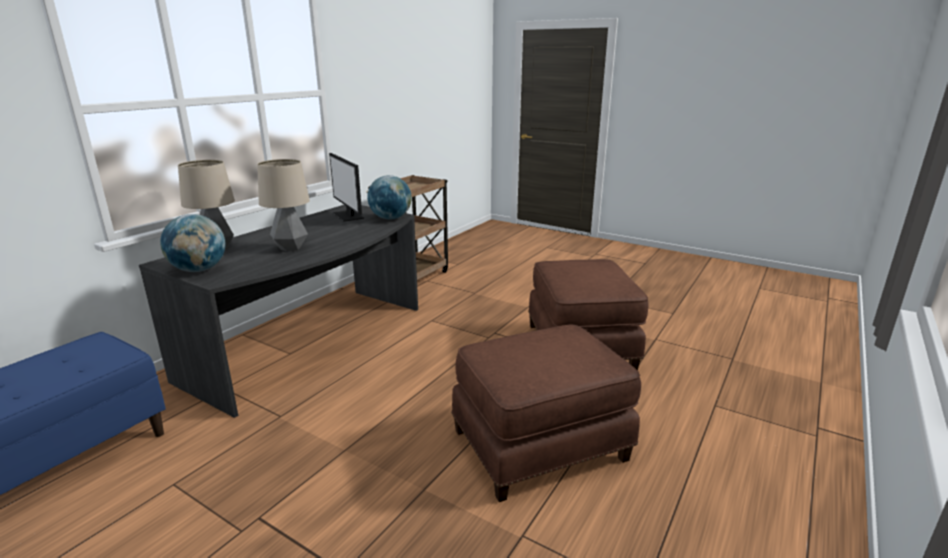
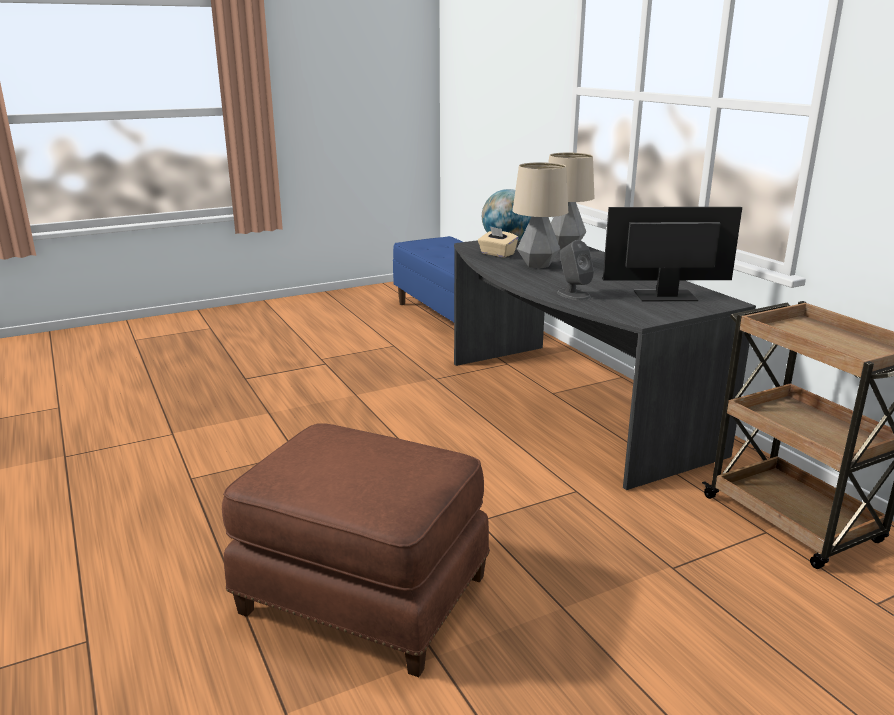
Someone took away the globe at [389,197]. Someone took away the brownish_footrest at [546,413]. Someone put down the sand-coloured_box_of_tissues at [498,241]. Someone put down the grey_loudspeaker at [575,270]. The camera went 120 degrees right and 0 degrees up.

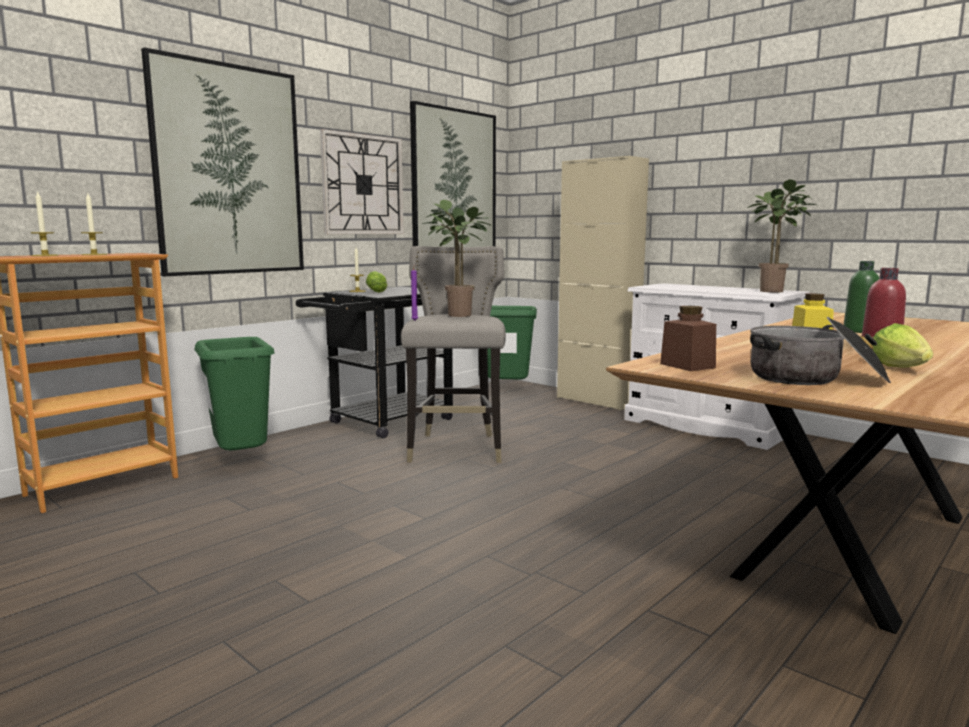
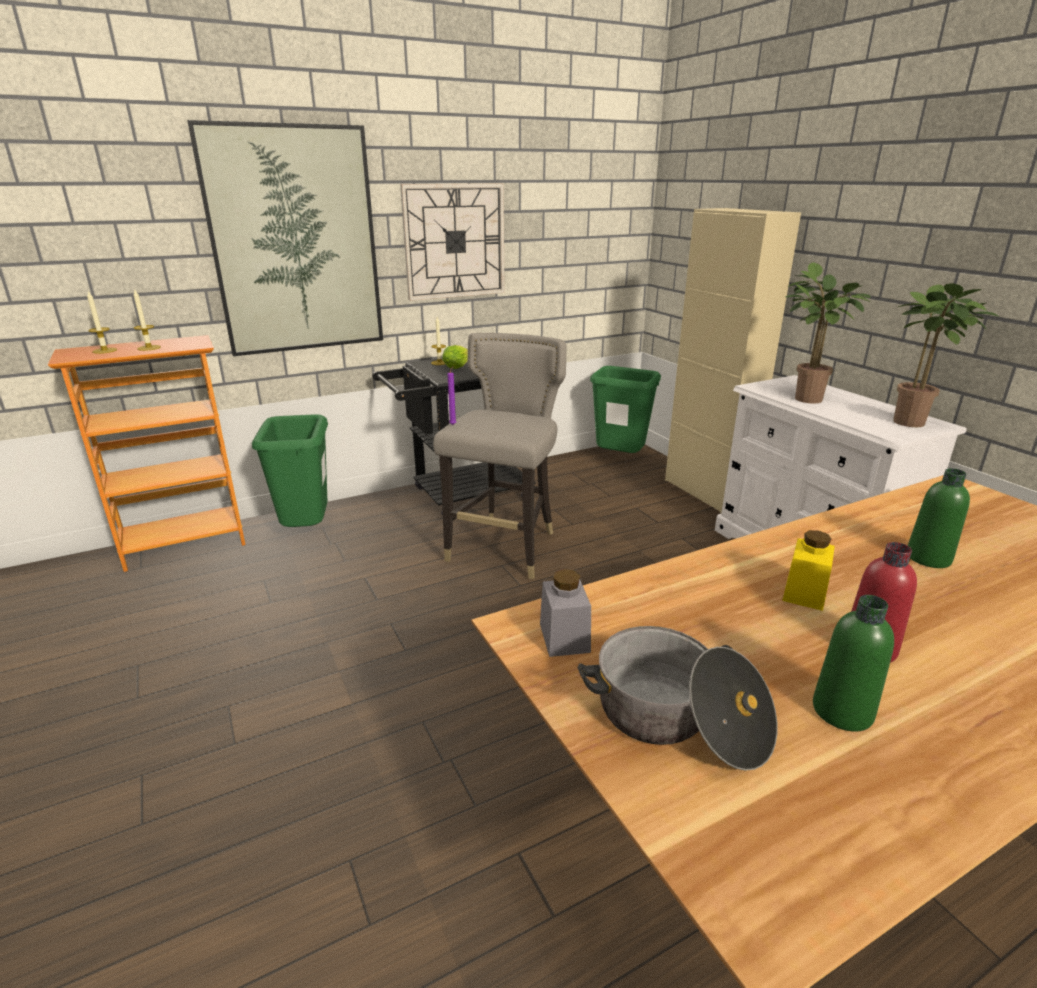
Someone took away the wall_art at [453,174]. Someone carried the houseplant from [457,258] to [828,333]. Someone repainted the brownish_storage_jar at [688,338], which became the grey_storage_jar at [565,613]. Someone swapped the lettuce_head at [903,345] for the green_bottle at [853,663]. The camera went 20 degrees right and 15 degrees up.

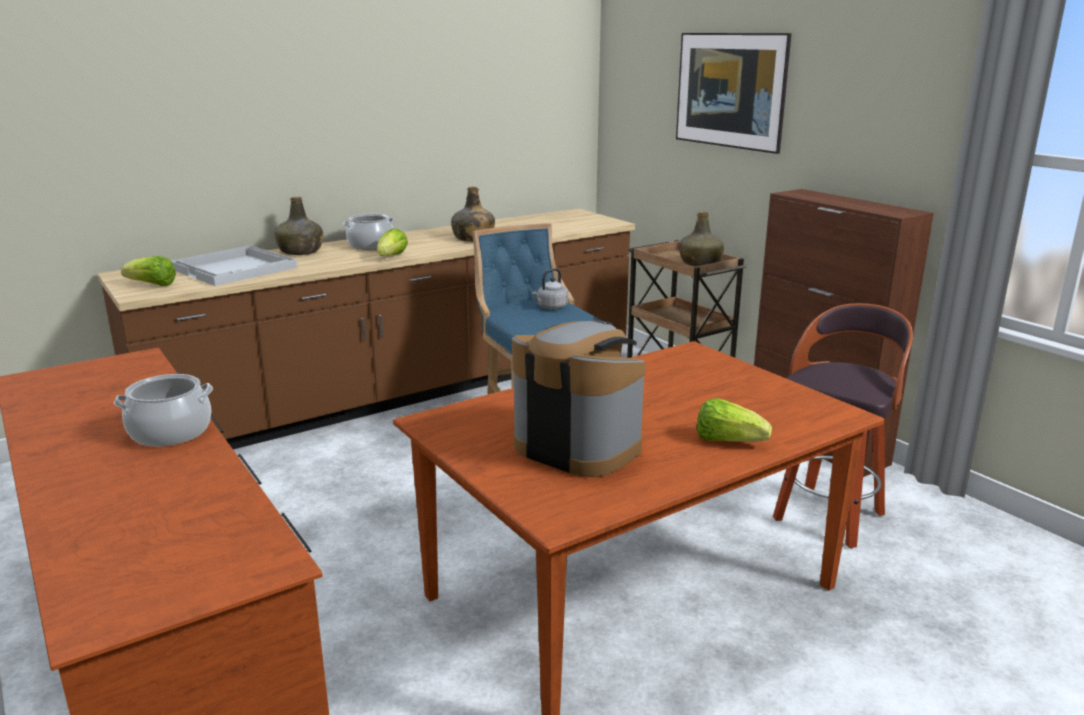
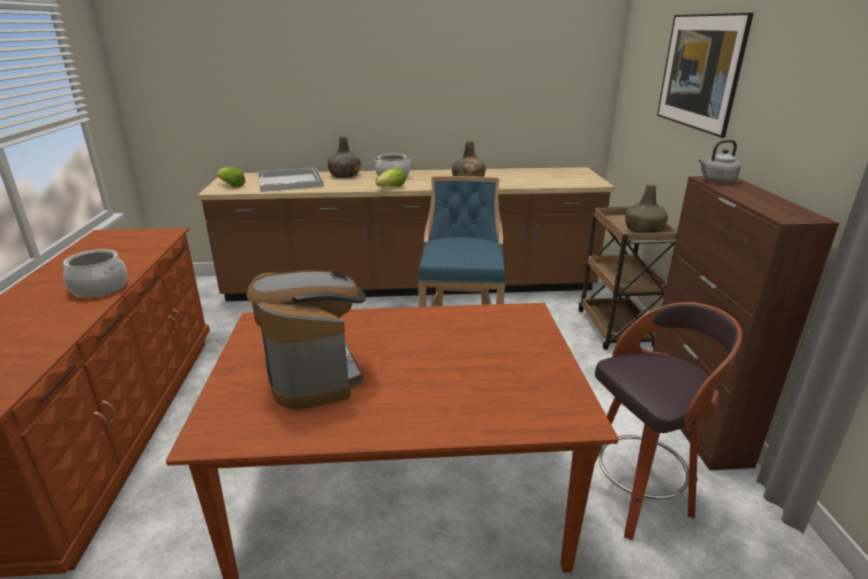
Someone carried the grey_water_kettle from [550,288] to [719,161]. Someone took away the lettuce_head at [734,420]. The camera went 30 degrees right and 5 degrees up.

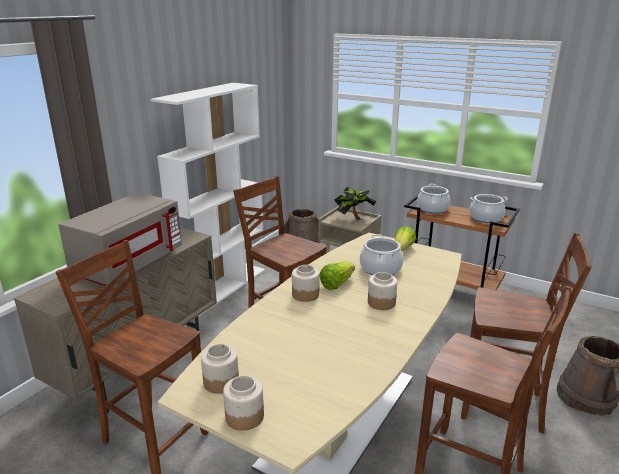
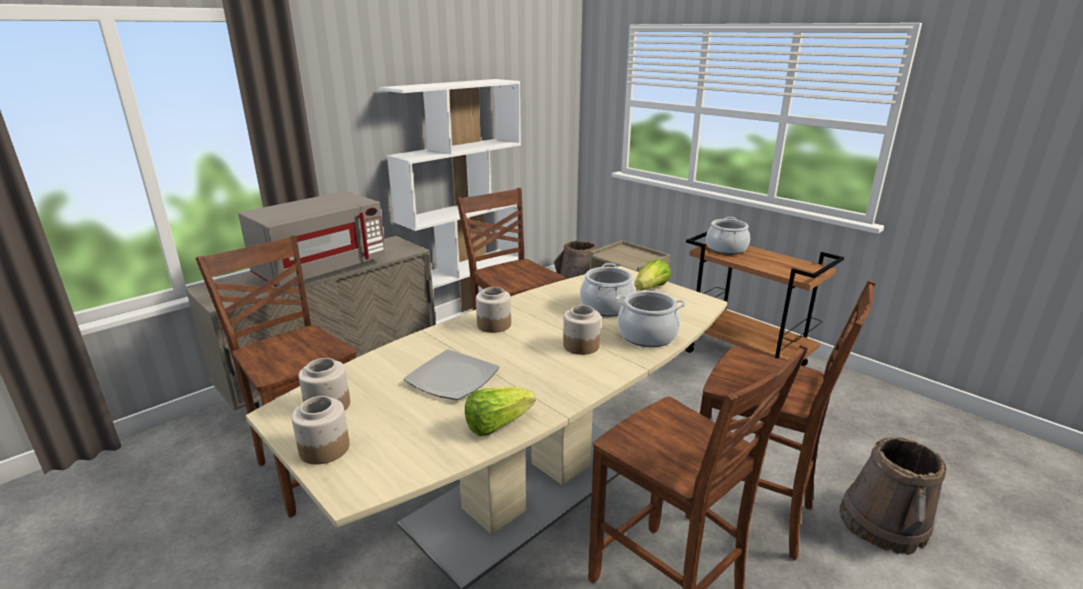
Someone carried the lettuce_head from [337,275] to [500,411]. Someone took away the houseplant at [355,203]. Someone carried the stockpot from [489,208] to [651,319]. Someone put down the flat_dish at [451,374]. The camera went 15 degrees right and 0 degrees up.

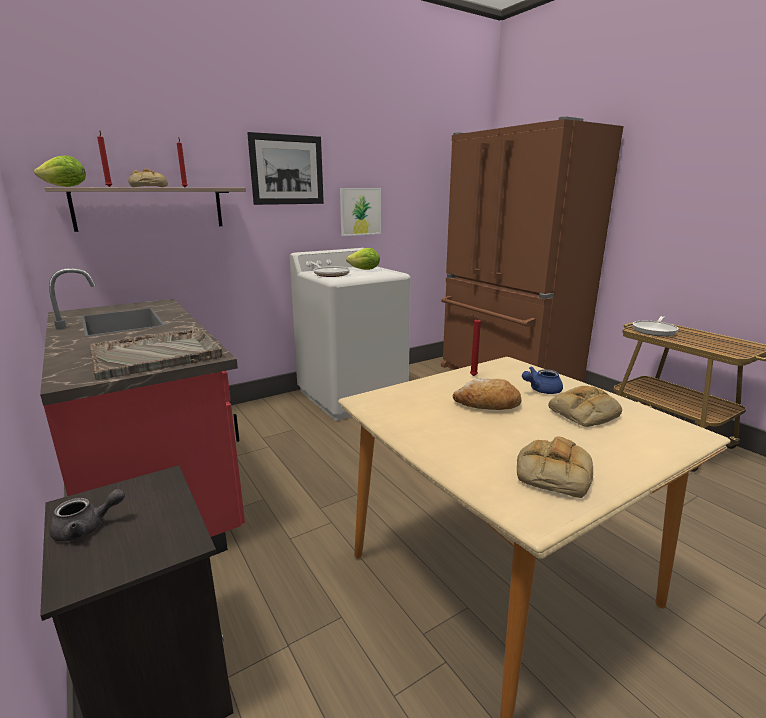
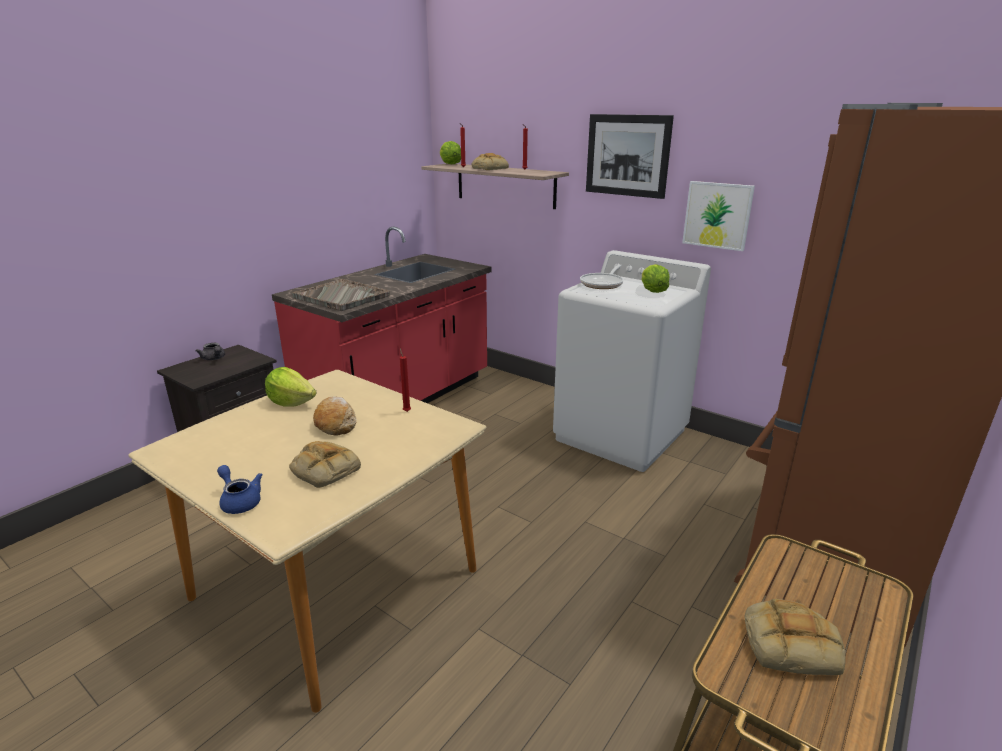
Someone carried the bakery_bread from [555,467] to [795,637]. Someone carried the blue-coloured_pot_for_tea from [542,380] to [240,489]. Someone took away the frying_pan at [655,326]. Someone put down the lettuce_head at [291,387]. The camera went 70 degrees right and 5 degrees up.

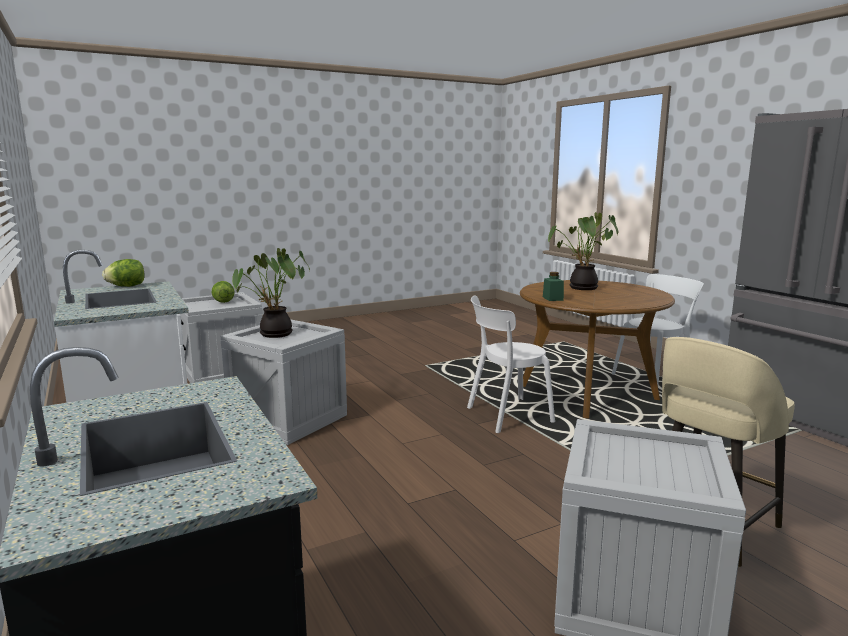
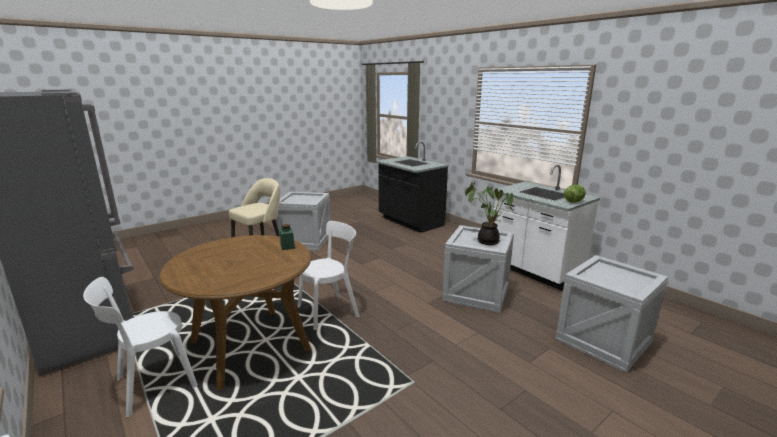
Someone took away the lettuce_head at [223,292]. Someone took away the houseplant at [583,251]. The camera went 170 degrees right and 5 degrees up.

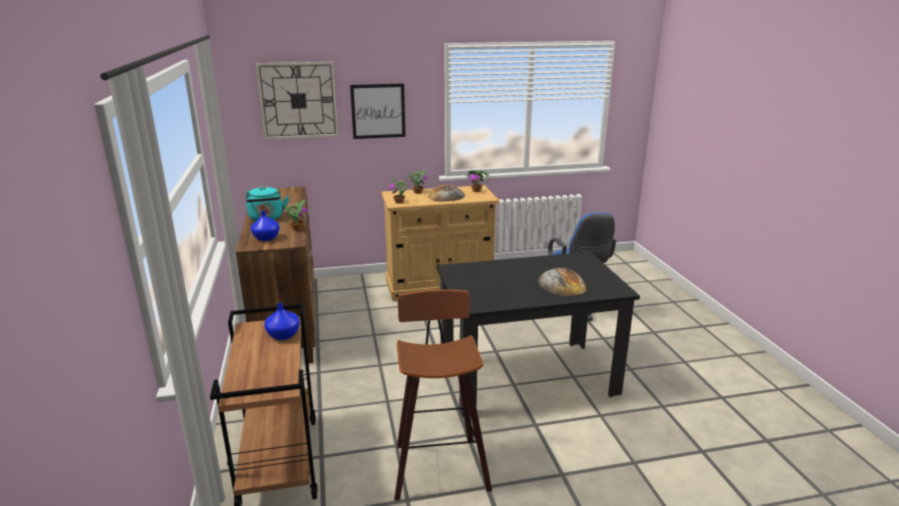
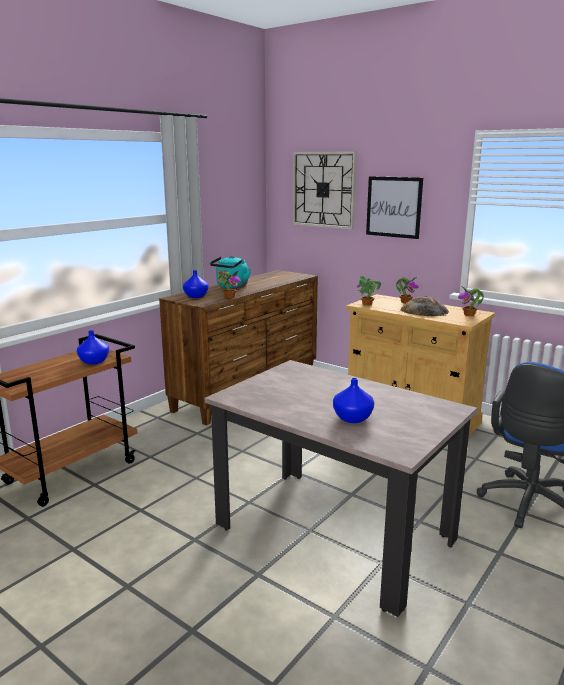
Someone took away the sitting_stool at [443,395]. Someone repainted the blackish_dinner_table at [538,334], which became the sand-coloured_dinner_table at [341,488]. Someone swapped the bakery_bread at [562,282] for the blue-coloured_vase at [353,400]. The camera went 50 degrees right and 5 degrees down.

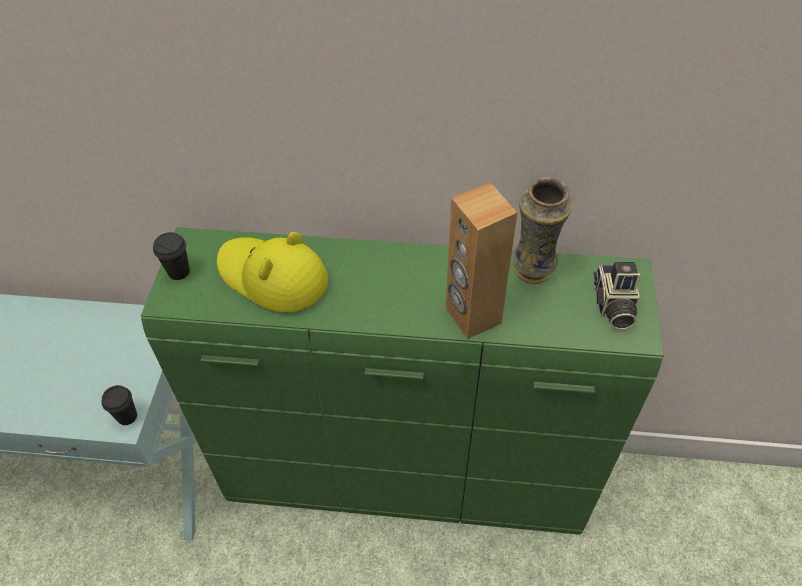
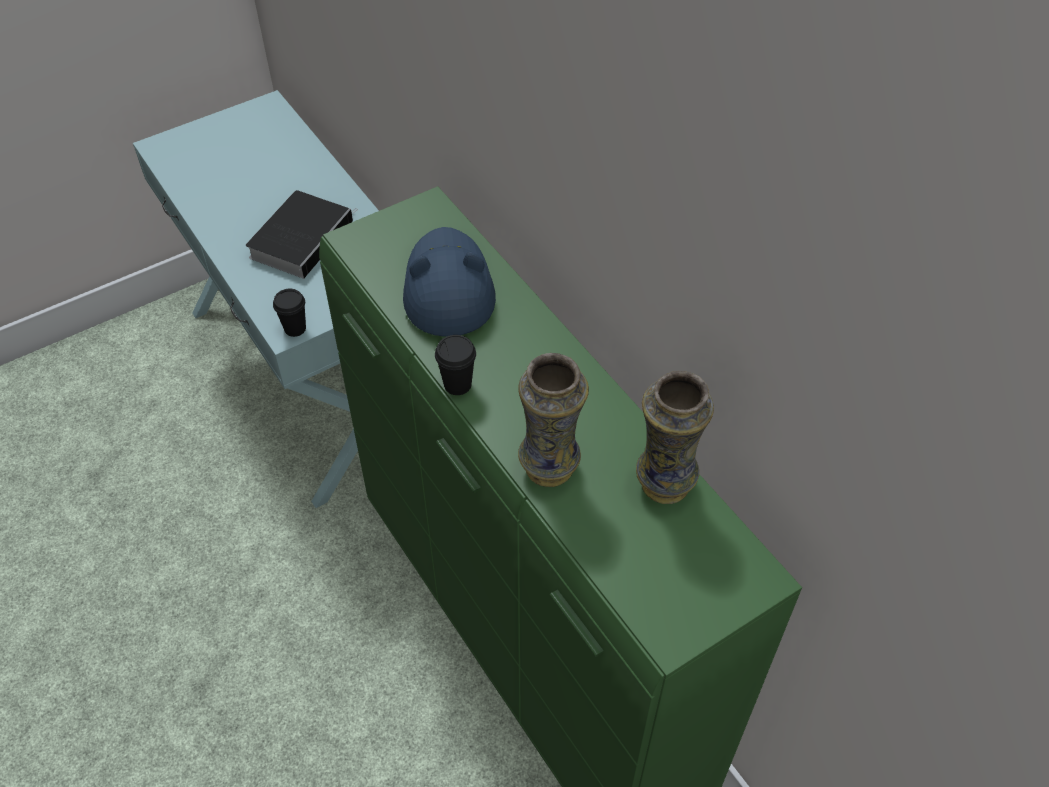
Someone carried the blackish_cup from [171,256] to [455,365]. Someone repainted the yellow-coloured_wearable_hat at [272,272], which became the blue-coloured_wearable_hat at [449,281]. Someone swapped the brownish_loudspeaker at [481,261] for the vase at [553,420]. Someone took away the still_camera at [616,296]. Someone put down the volume at [302,234]. The camera went 50 degrees right and 0 degrees up.

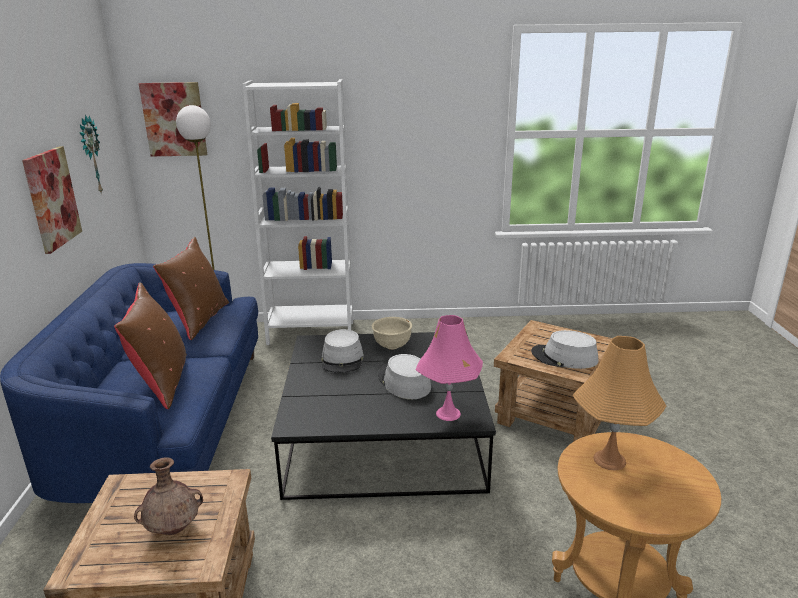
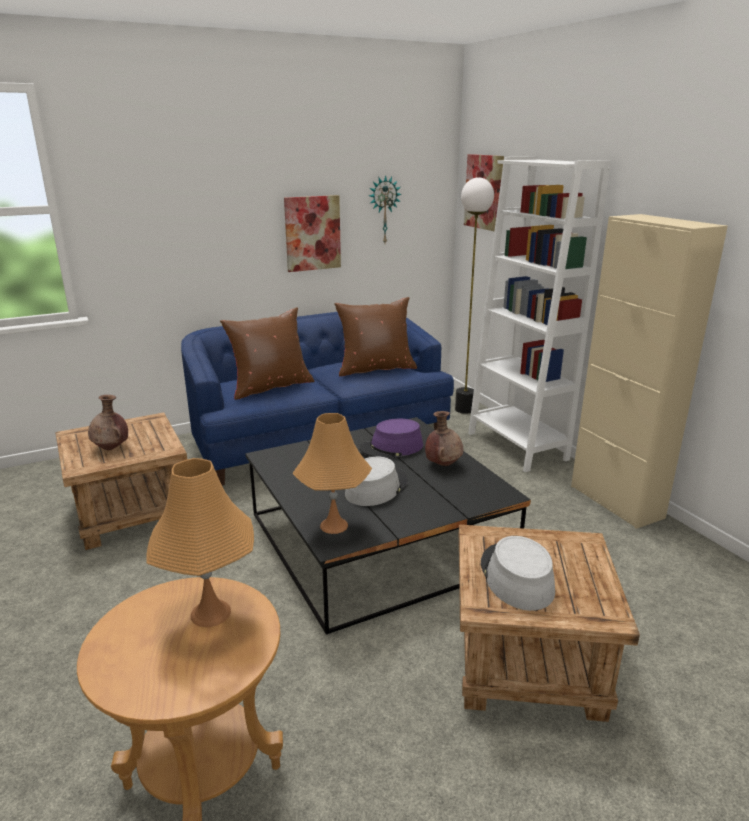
Someone repainted the grey_wearable_hat at [343,351], which became the purple_wearable_hat at [391,439]. Someone swapped the sand-coloured_serving_bowl at [392,333] for the brownish_vase at [444,438]. Someone repainted the pink-coloured_tabletop_lamp at [449,368], which became the orange-coloured_tabletop_lamp at [332,473]. Someone put down the sand-coloured_cupboard at [649,371]. The camera went 65 degrees right and 0 degrees up.

